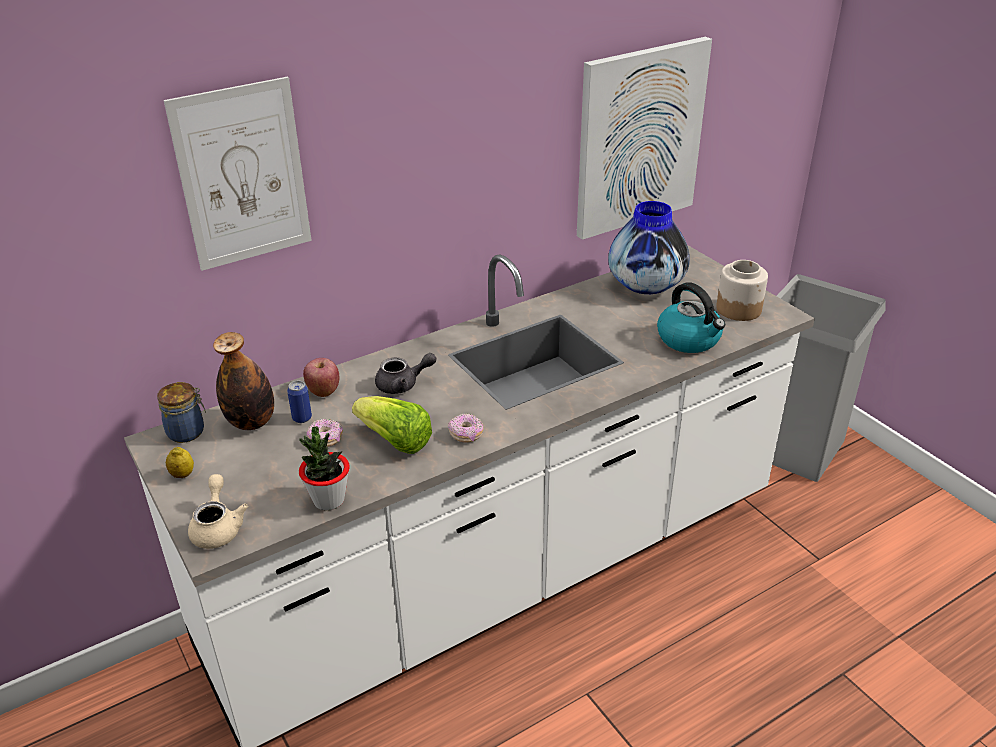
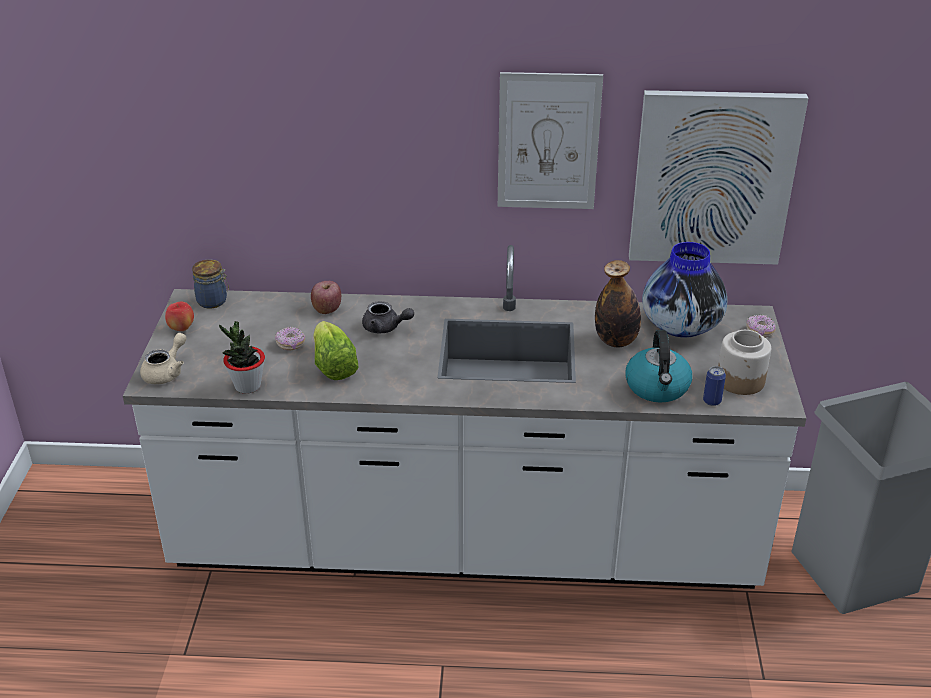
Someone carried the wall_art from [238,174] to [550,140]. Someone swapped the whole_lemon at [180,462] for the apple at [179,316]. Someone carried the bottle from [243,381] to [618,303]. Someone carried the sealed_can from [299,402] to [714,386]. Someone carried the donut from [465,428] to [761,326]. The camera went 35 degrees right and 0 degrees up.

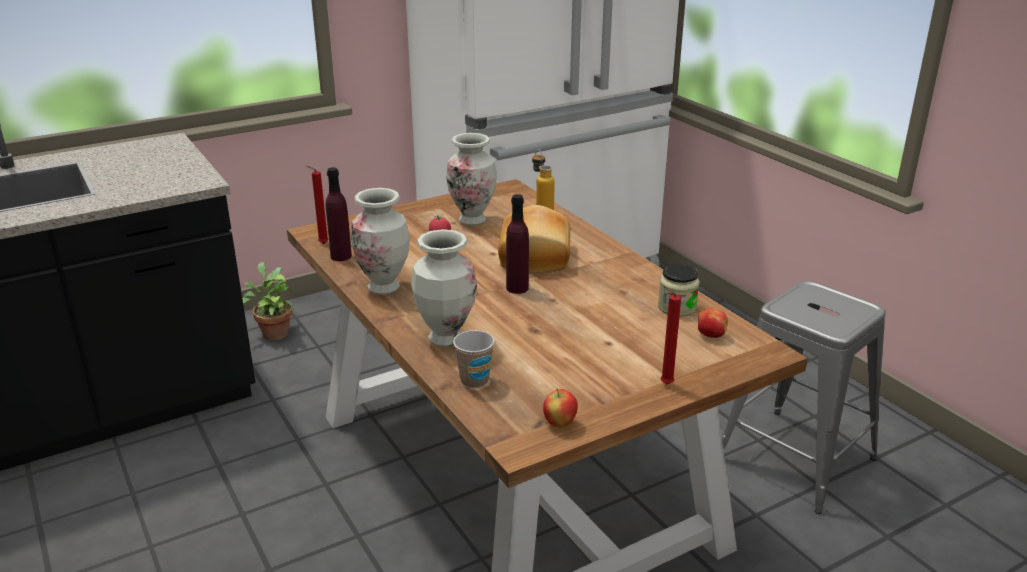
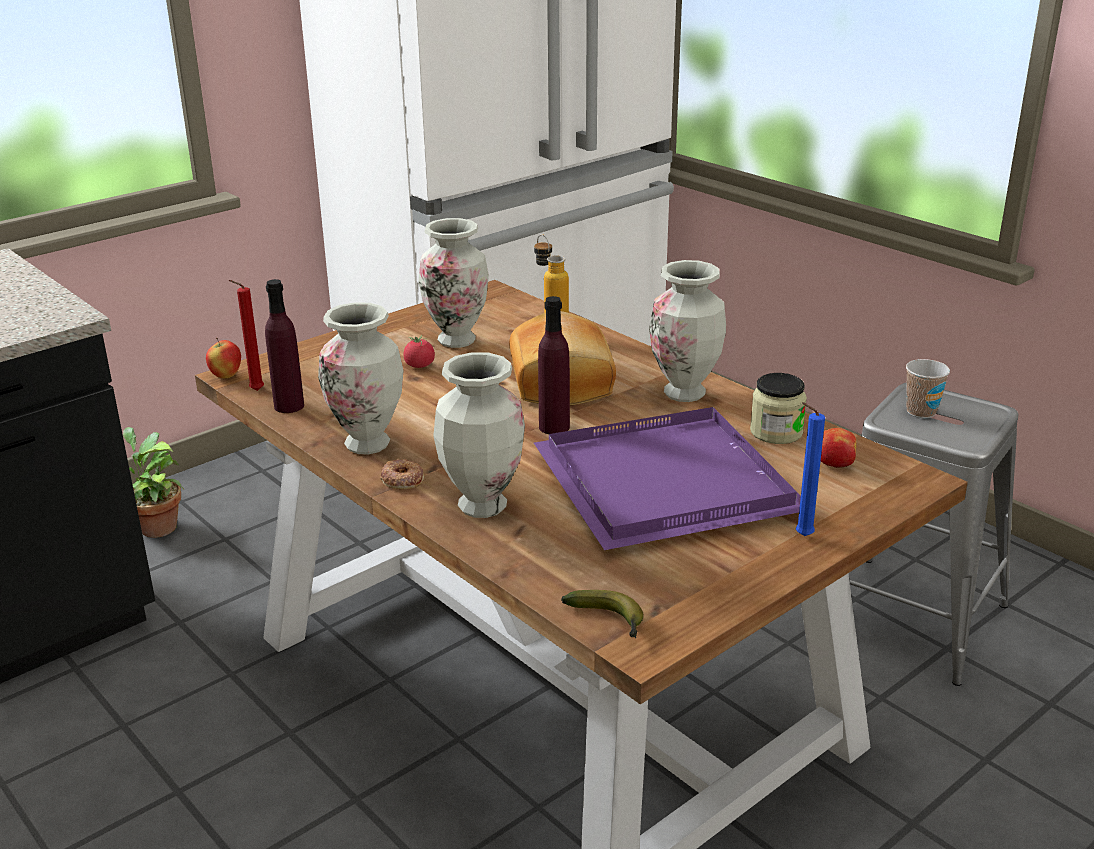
Someone carried the cup from [474,359] to [928,388]. Someone carried the apple from [560,408] to [223,358]. Someone repainted the reddish_wax_light at [670,335], which became the blue-coloured_wax_light at [810,469]. Someone put down the donut at [402,474]. Someone put down the purple_carrying_tray at [667,478]. Someone put down the whole_banana at [602,614]. Someone put down the vase at [687,331]. The camera went 10 degrees left and 0 degrees up.

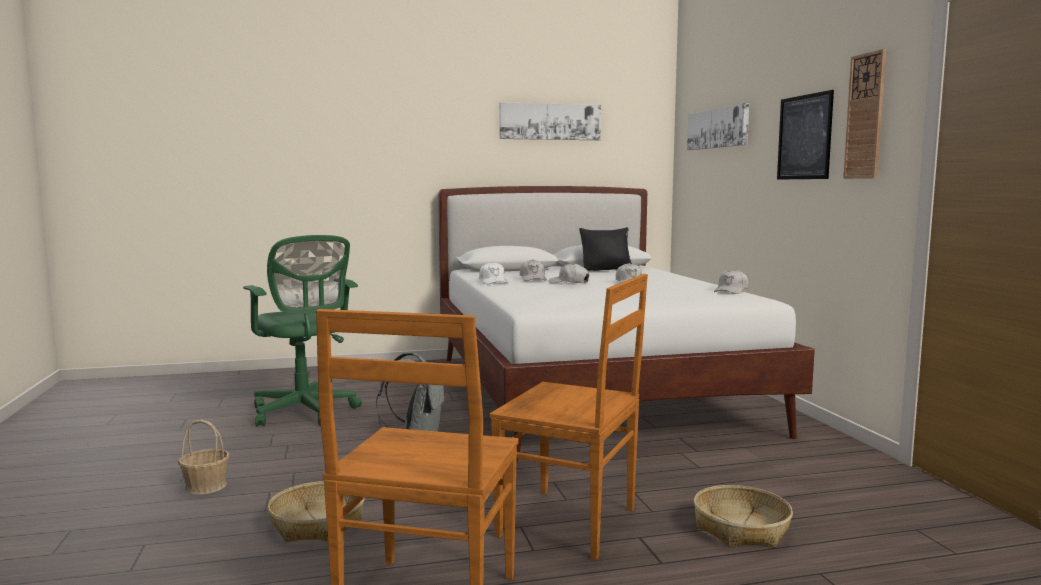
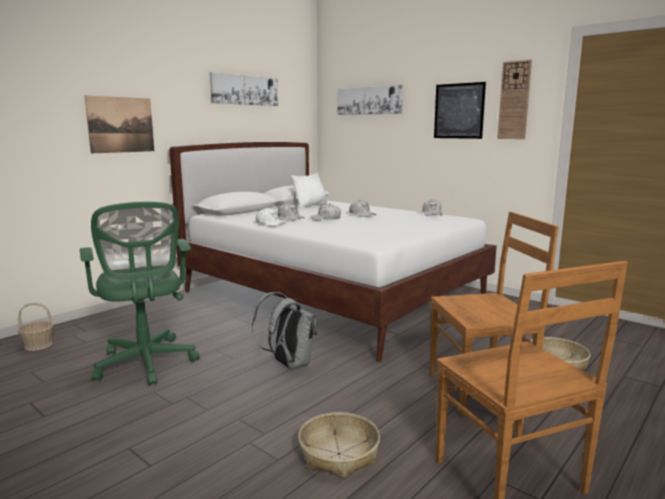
Someone carried the basket from [204,457] to [35,327]. Someone rotated the green_computer_chair at [302,331] by 45 degrees clockwise. Someone repainted the blackish_pillow at [605,249], which became the whitish_pillow at [309,190]. Someone put up the wall_art at [119,124]. The camera went 35 degrees left and 5 degrees up.

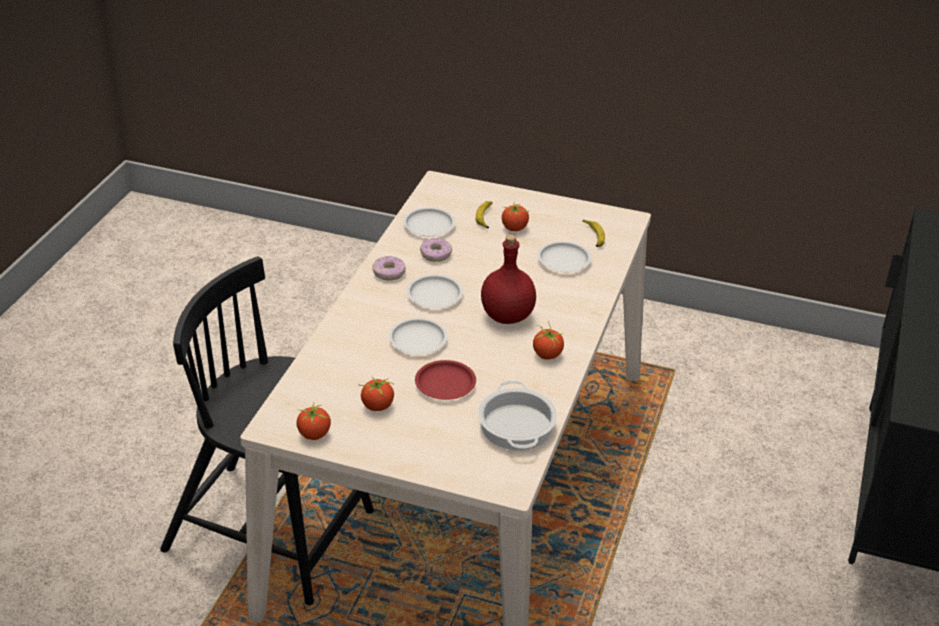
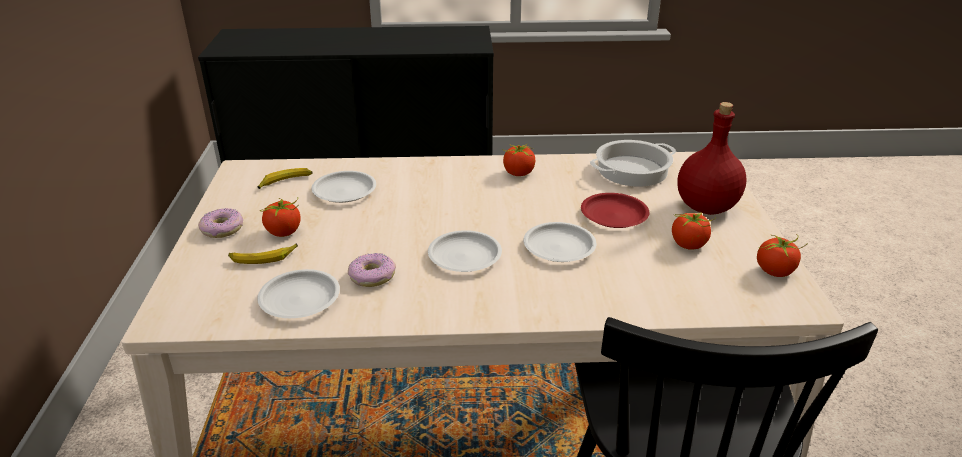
Someone carried the donut from [389,268] to [220,223]. Someone carried the reddish_bottle from [508,279] to [712,158]. The camera went 110 degrees left and 5 degrees down.

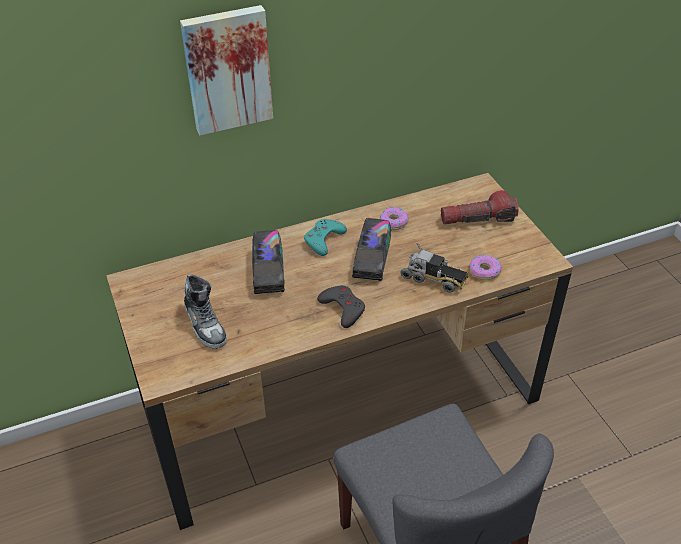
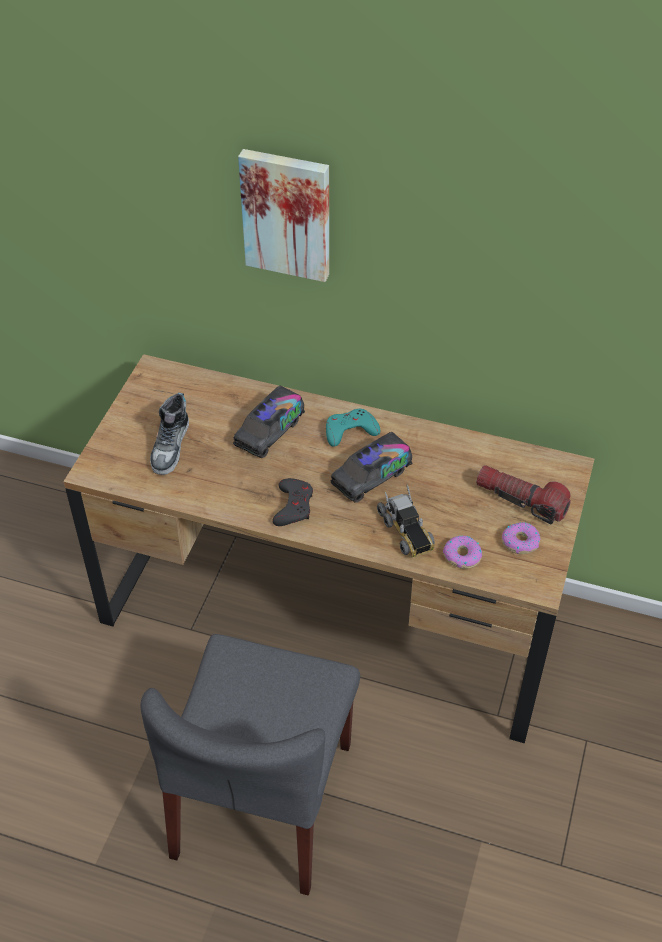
Someone carried the donut from [394,218] to [521,538]. The camera went 40 degrees right and 5 degrees up.

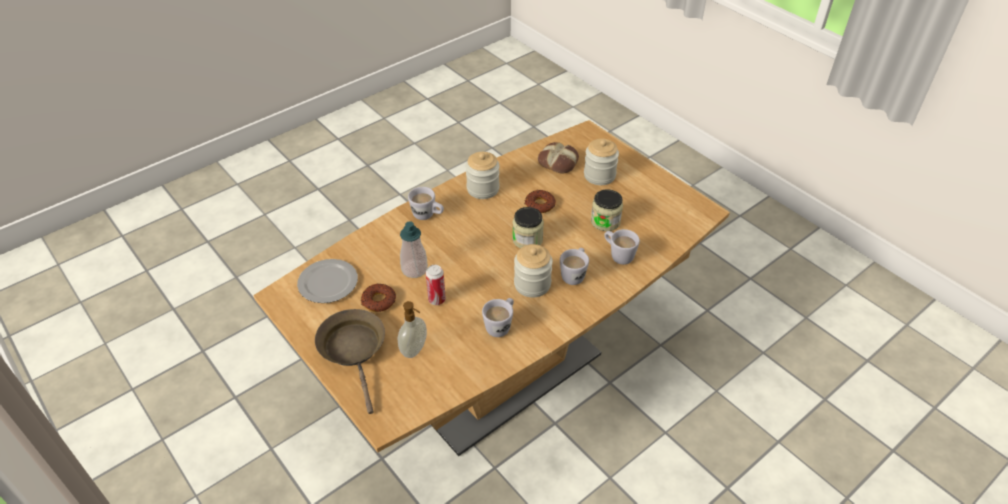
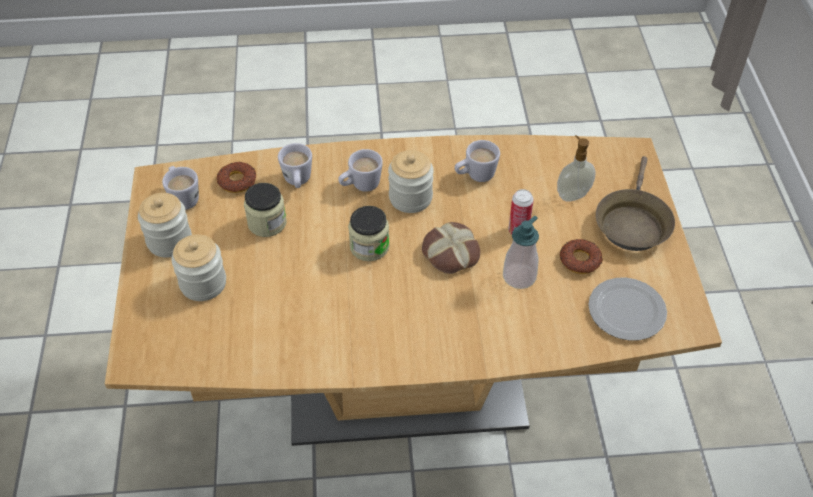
Someone carried the whitish_coffee_mug from [426,203] to [180,188]. Someone carried the storage_jar from [483,175] to [165,225]. Someone carried the donut from [540,201] to [236,177]. Someone carried the bakery_bread from [558,158] to [451,248]. The camera went 145 degrees left and 5 degrees up.

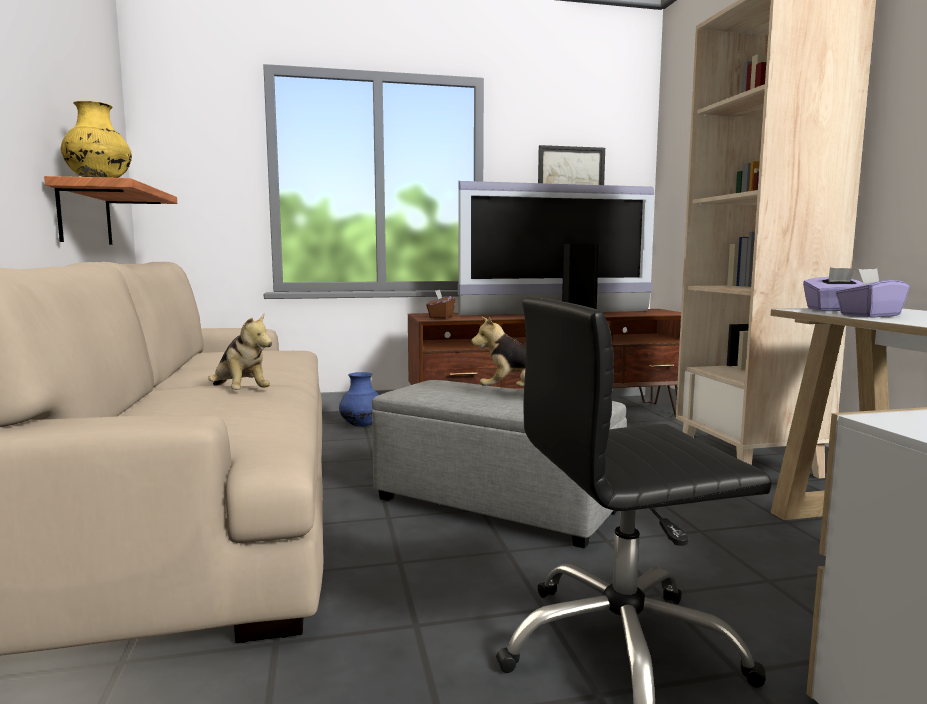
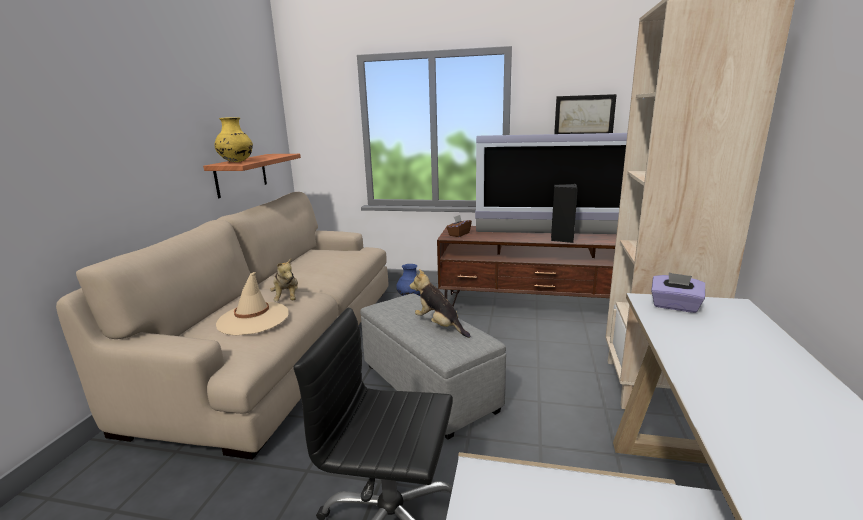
Someone took away the purple_box_of_tissues at [873,293]. Someone put down the sand-coloured_wearable_hat at [252,303]. The camera went 25 degrees right and 10 degrees up.

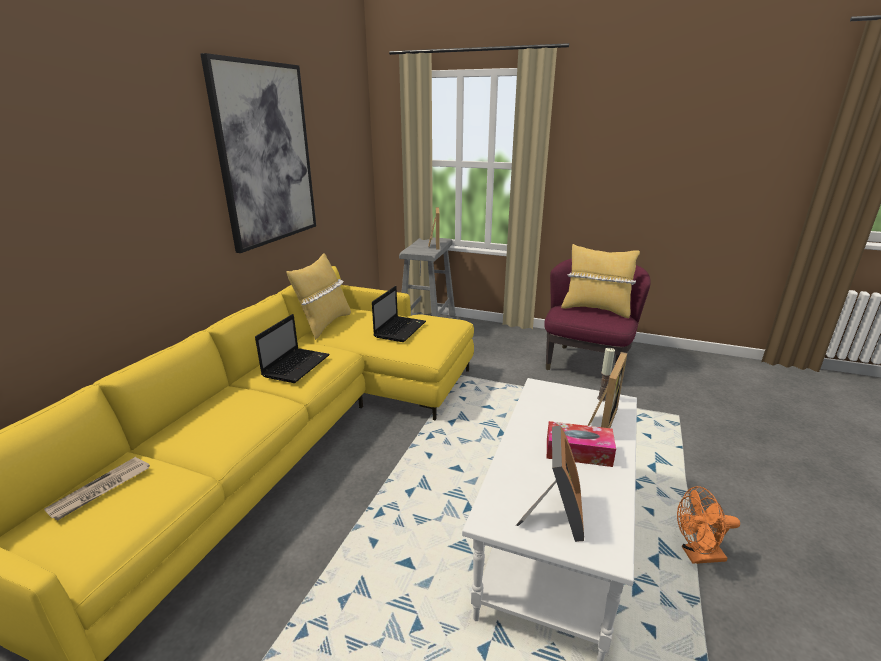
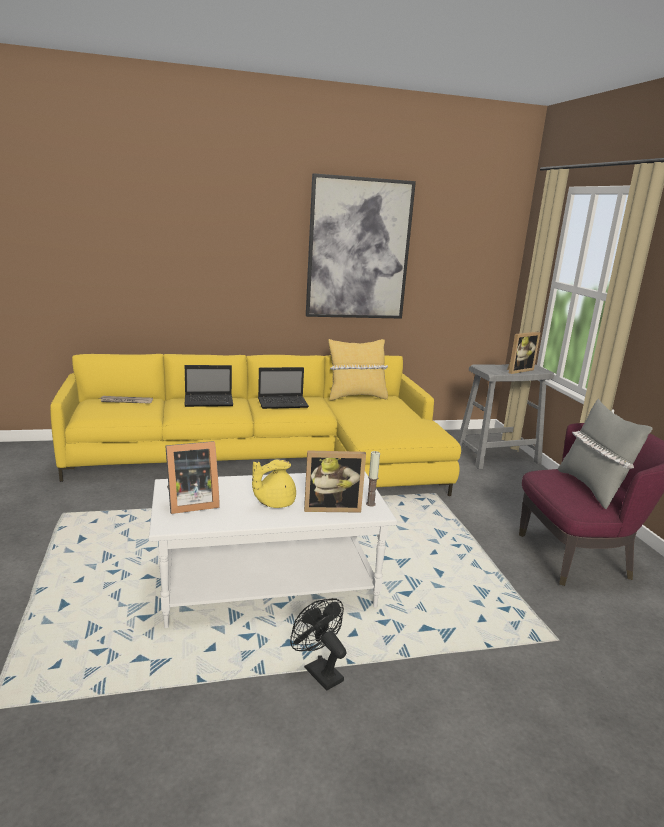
Someone carried the laptop from [399,314] to [208,386]. Someone swapped the box_of_tissues at [581,444] for the yellow-coloured_pot_for_tea at [274,483]. Someone repainted the yellow-coloured_pillow at [600,281], which became the grey_pillow at [605,454]. Someone repainted the orange-coloured_cooling_fan at [708,525], which became the blackish_cooling_fan at [318,644]. The camera went 55 degrees right and 5 degrees down.

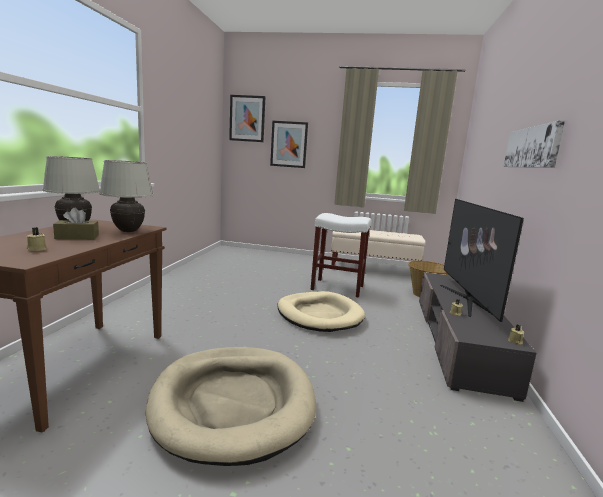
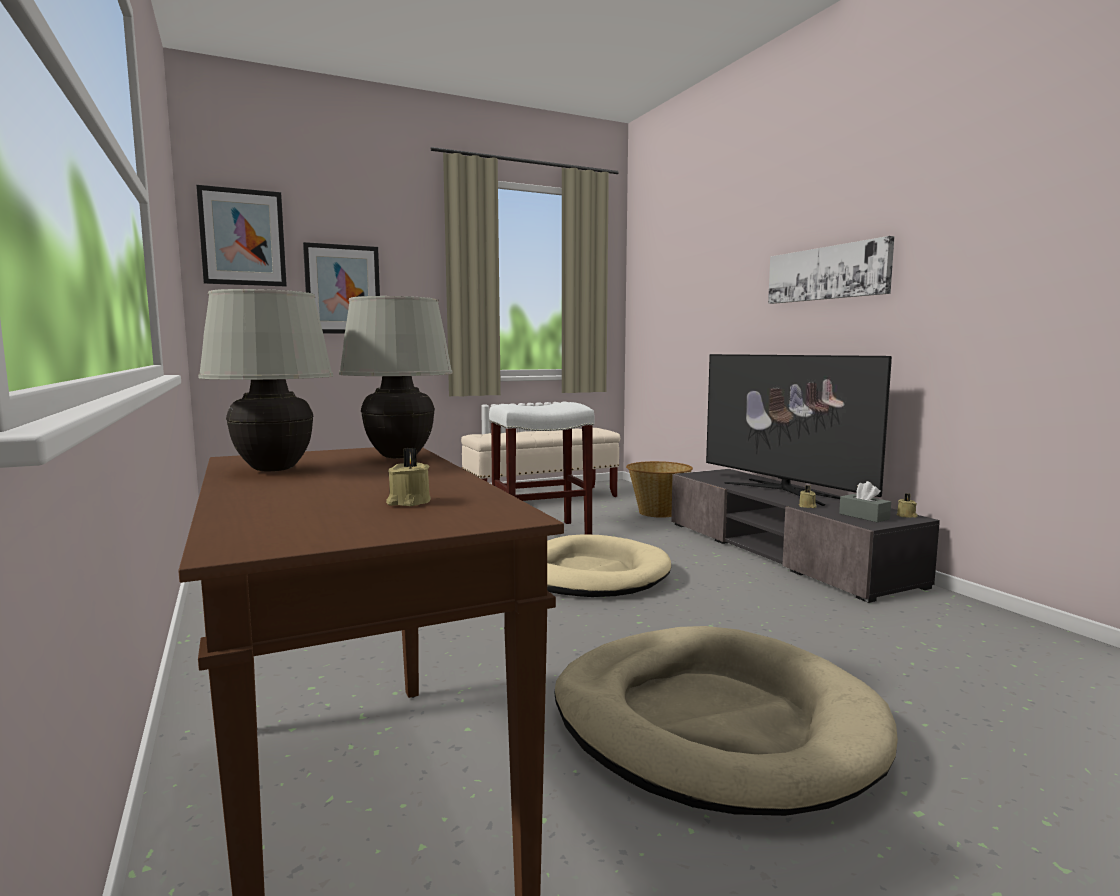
Someone took away the brownish_box_of_tissues at [76,223]. Someone put down the grey_box_of_tissues at [865,501]. The camera went 35 degrees left and 5 degrees down.

